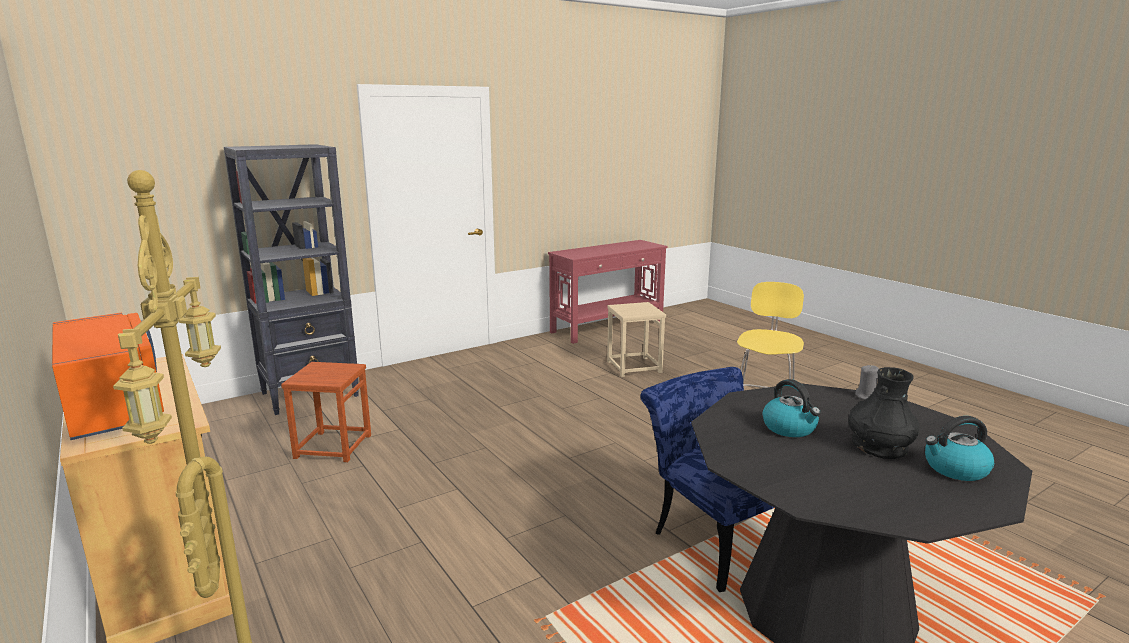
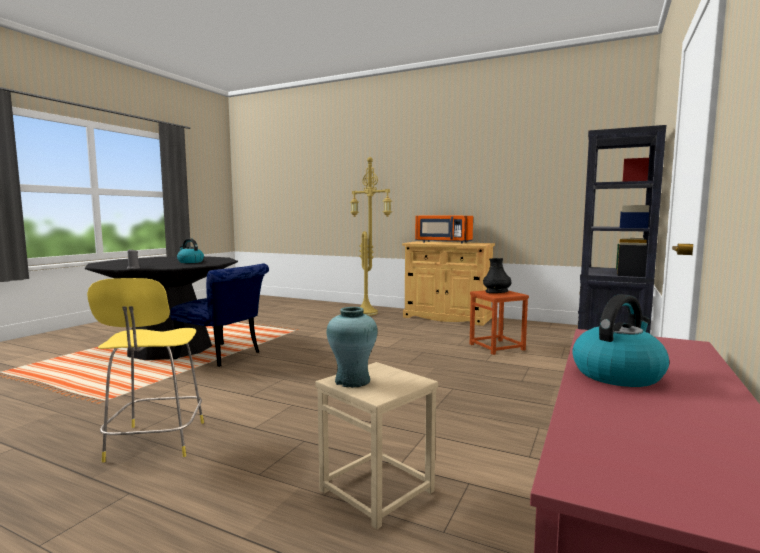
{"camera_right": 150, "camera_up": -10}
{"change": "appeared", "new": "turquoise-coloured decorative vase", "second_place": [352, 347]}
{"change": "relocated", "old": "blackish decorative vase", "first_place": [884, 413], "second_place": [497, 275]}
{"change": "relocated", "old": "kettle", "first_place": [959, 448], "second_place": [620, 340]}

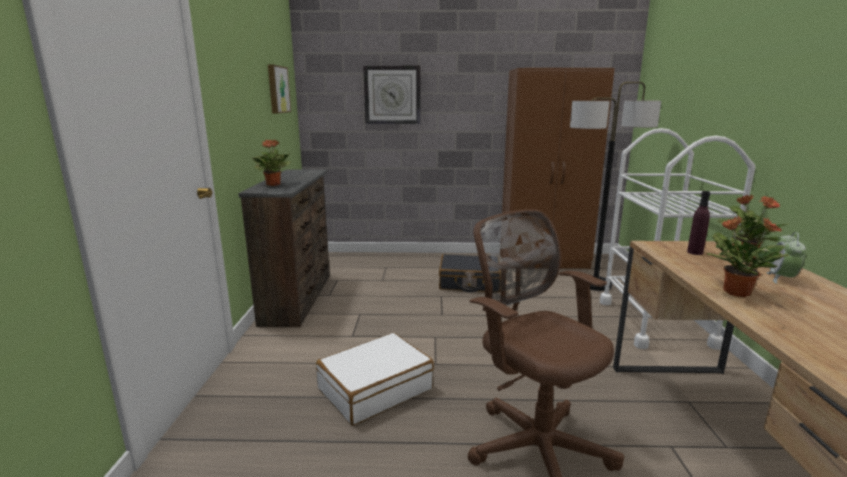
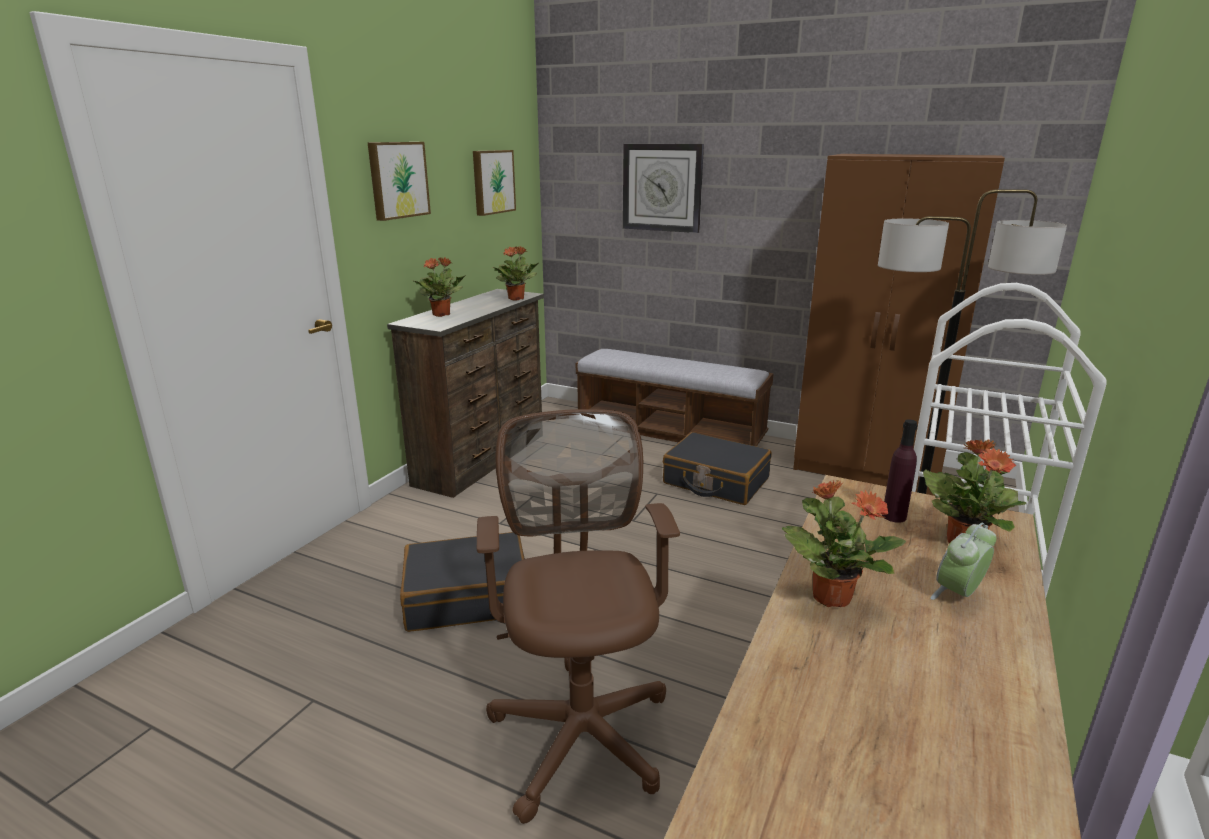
{"camera_right": 25, "camera_up": 5}
{"change": "appeared", "new": "wall picture", "second_place": [399, 181]}
{"change": "colour", "old": "whitish piece of luggage", "new": "blackish piece of luggage", "first_place": [375, 379], "second_place": [462, 582]}
{"change": "appeared", "new": "plant in a pot", "second_place": [516, 273]}
{"change": "appeared", "new": "long seat", "second_place": [675, 397]}

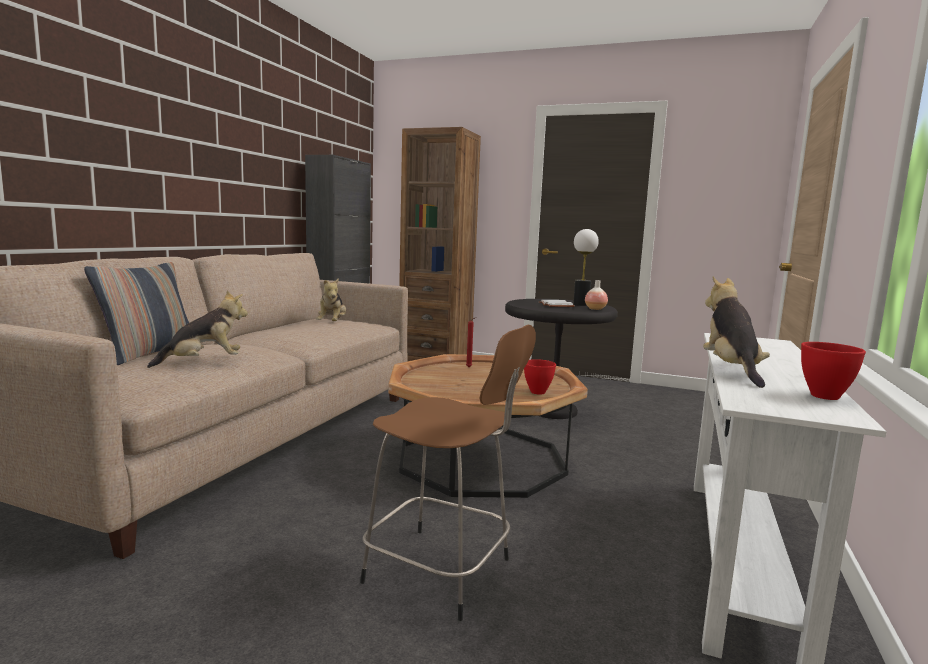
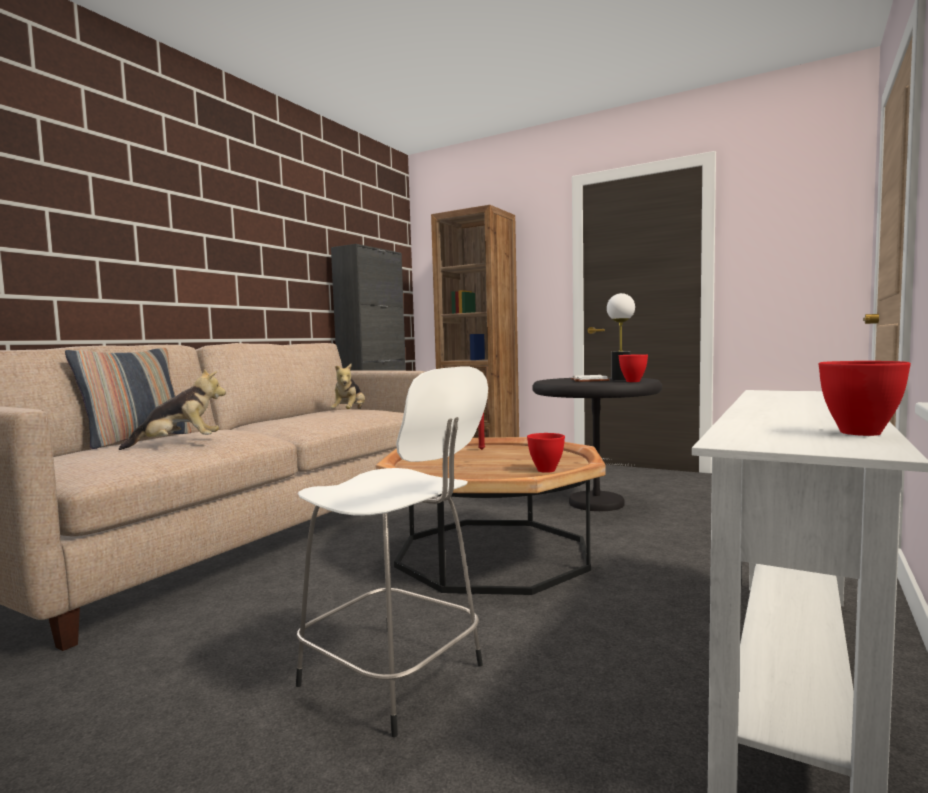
{"camera_right": 10, "camera_up": -5}
{"change": "colour", "old": "brown-coloured stool seat", "new": "whitish stool seat", "first_place": [448, 473], "second_place": [392, 551]}
{"change": "exchanged", "old": "decorative vase", "new": "reddish serving bowl", "first_place": [596, 295], "second_place": [633, 368]}
{"change": "missing", "old": "cuddly toy", "first_place": [736, 332]}

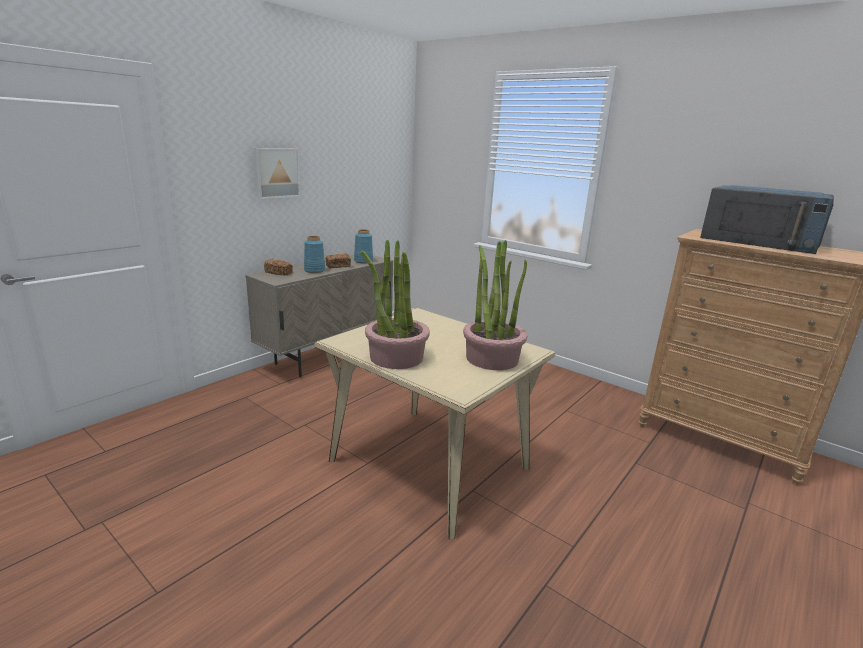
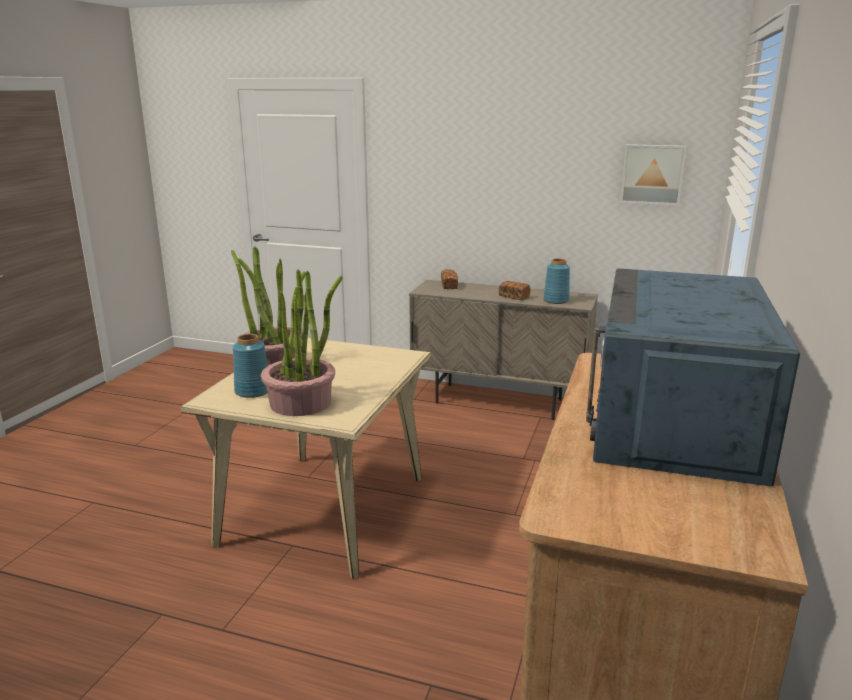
{"camera_right": 70, "camera_up": 0}
{"change": "relocated", "old": "blue-coloured decorative vase", "first_place": [314, 254], "second_place": [250, 366]}
{"change": "relocated", "old": "wall picture", "first_place": [277, 173], "second_place": [653, 175]}

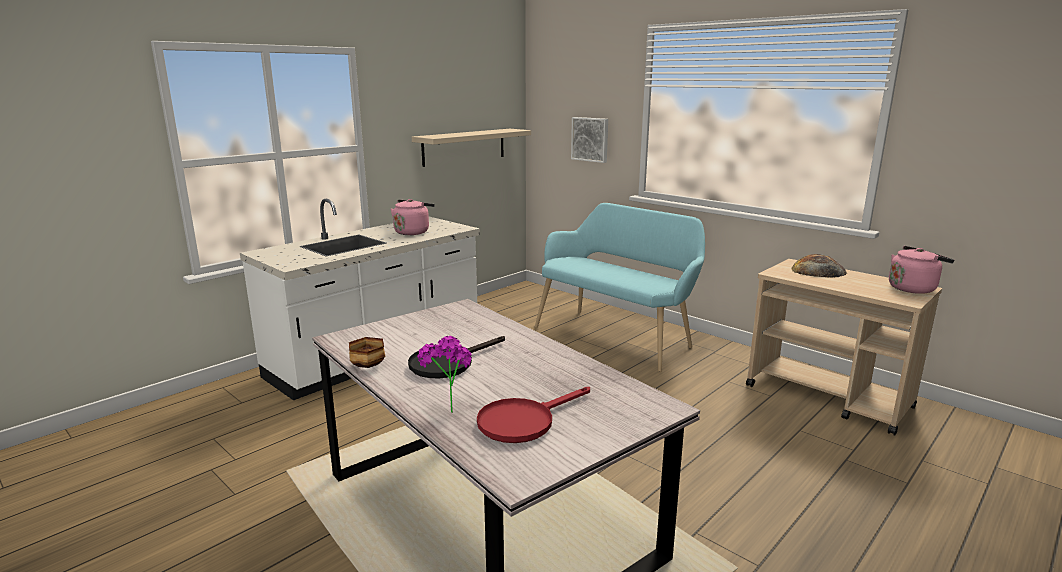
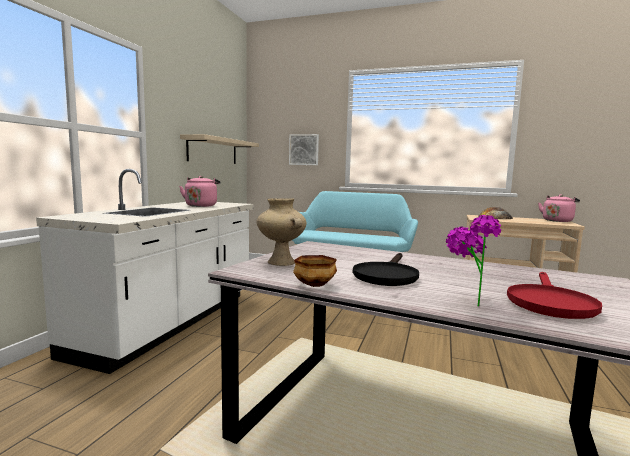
{"camera_right": -25, "camera_up": -10}
{"change": "appeared", "new": "sand-coloured decorative vase", "second_place": [282, 232]}

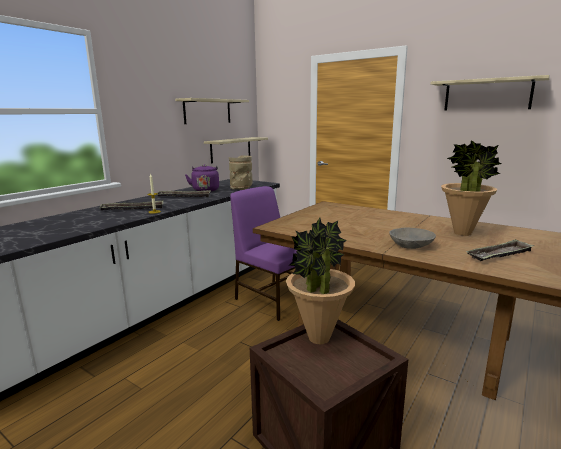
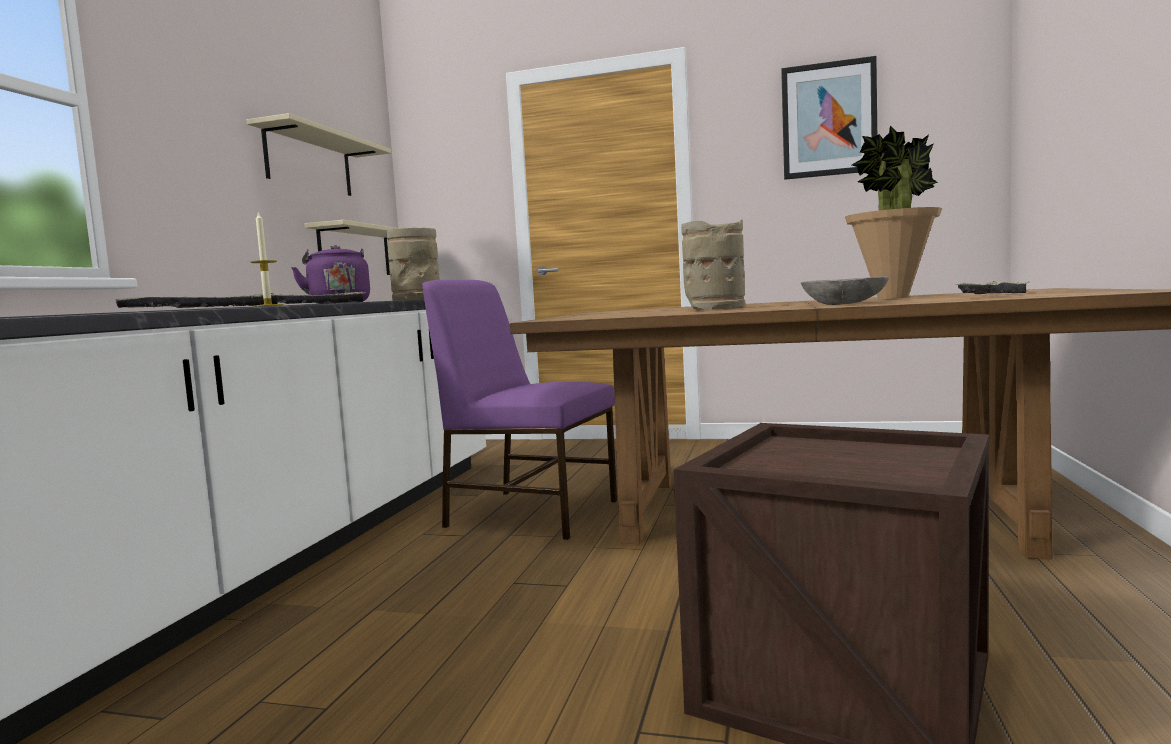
{"camera_right": -20, "camera_up": -10}
{"change": "appeared", "new": "sand-coloured decorative vase", "second_place": [713, 264]}
{"change": "exchanged", "old": "sand-coloured wall shelf", "new": "wall picture", "first_place": [490, 93], "second_place": [829, 118]}
{"change": "missing", "old": "plant in a pot", "first_place": [320, 281]}

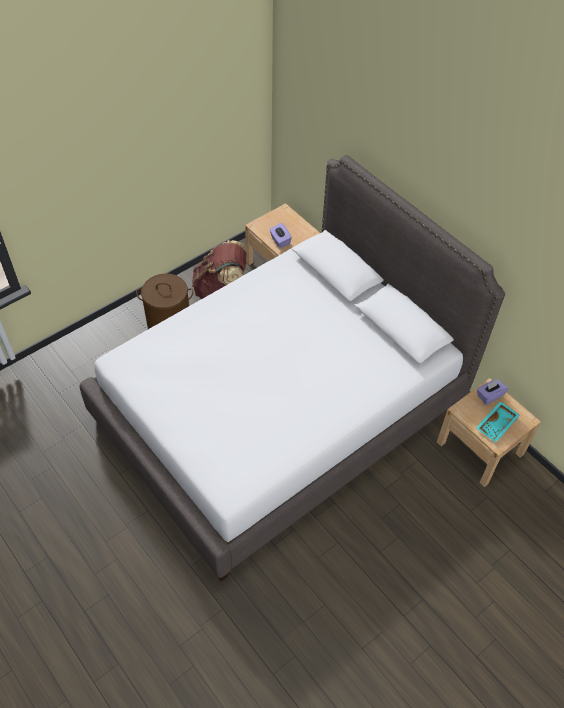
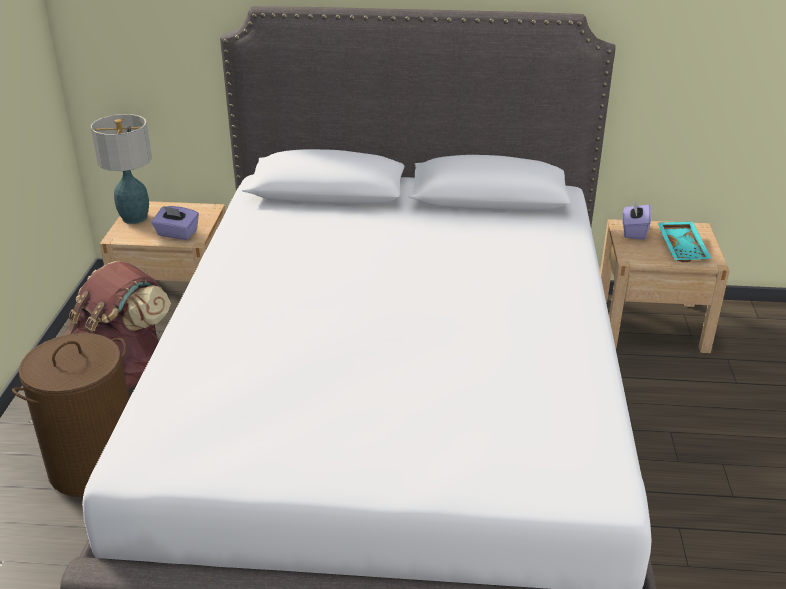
{"camera_right": -45, "camera_up": -20}
{"change": "appeared", "new": "lamp for a table", "second_place": [121, 169]}

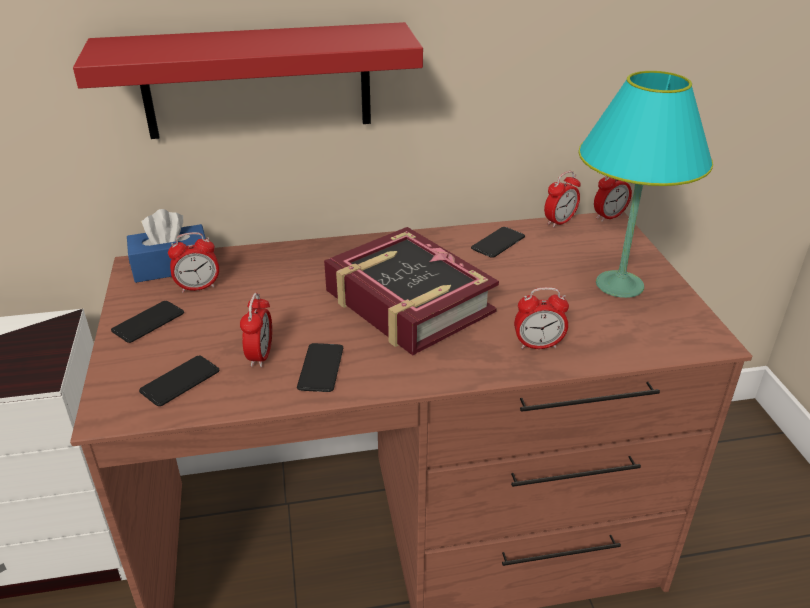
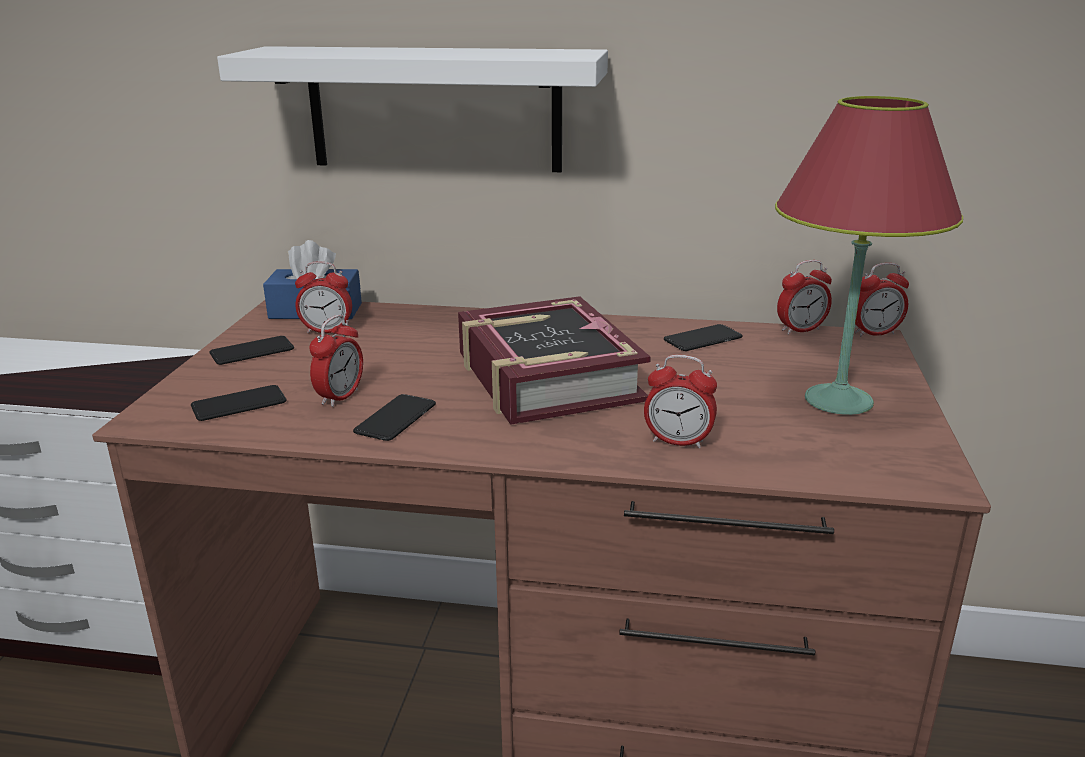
{"camera_right": 20, "camera_up": -10}
{"change": "colour", "old": "reddish wall shelf", "new": "whitish wall shelf", "first_place": [248, 80], "second_place": [412, 109]}
{"change": "colour", "old": "turquoise-coloured lamp for a table", "new": "reddish lamp for a table", "first_place": [645, 184], "second_place": [869, 255]}

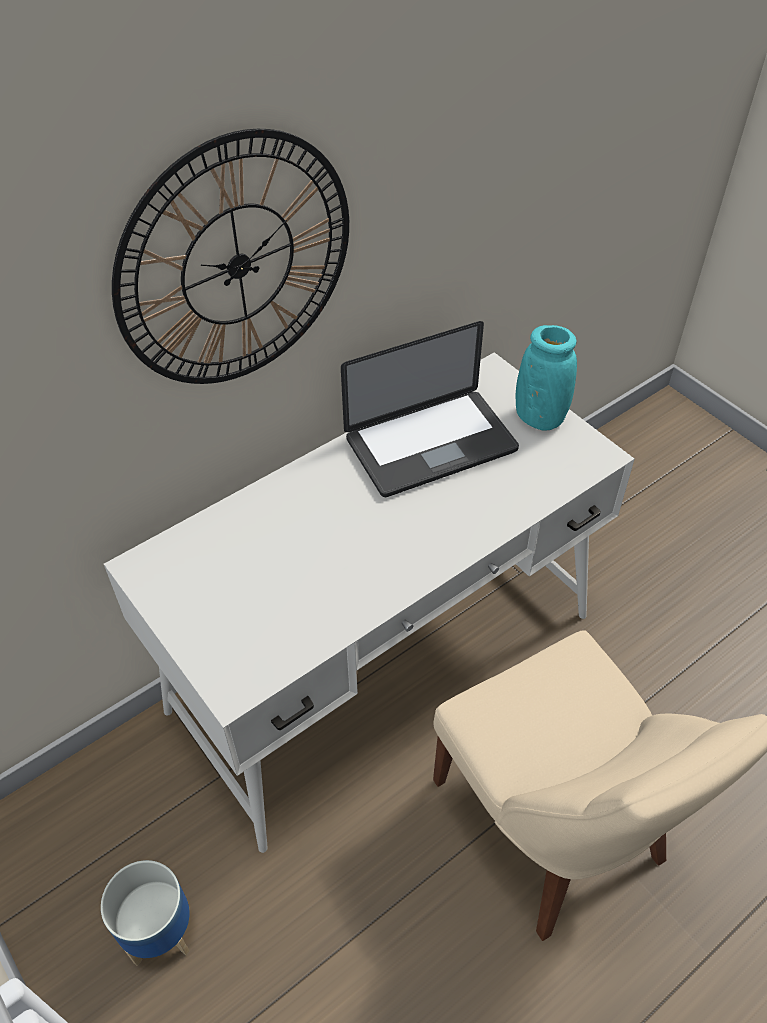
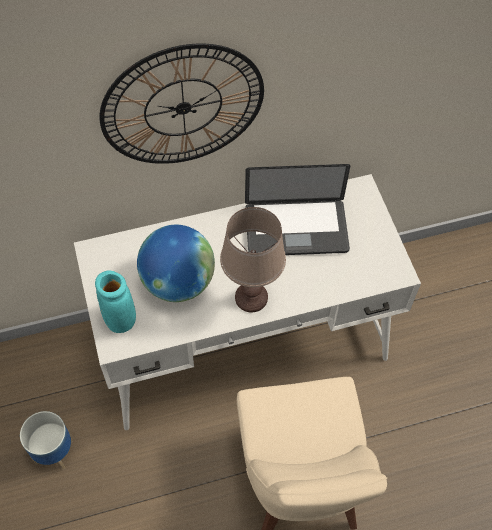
{"camera_right": 20, "camera_up": 10}
{"change": "relocated", "old": "turquoise-coloured decorative vase", "first_place": [546, 377], "second_place": [115, 301]}
{"change": "appeared", "new": "world globe", "second_place": [176, 263]}
{"change": "appeared", "new": "brown-coloured lamp for a table", "second_place": [253, 259]}

